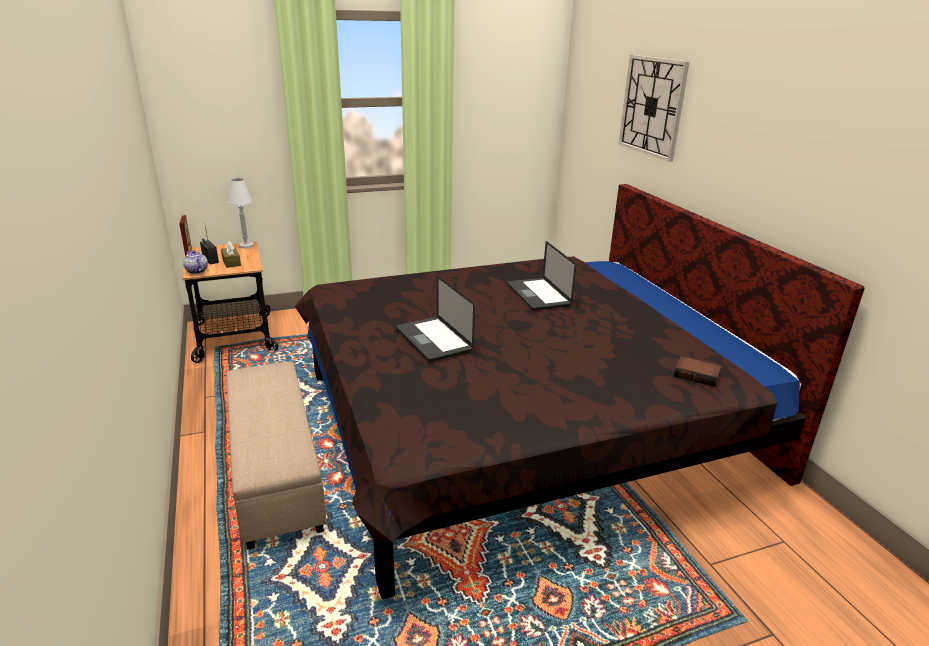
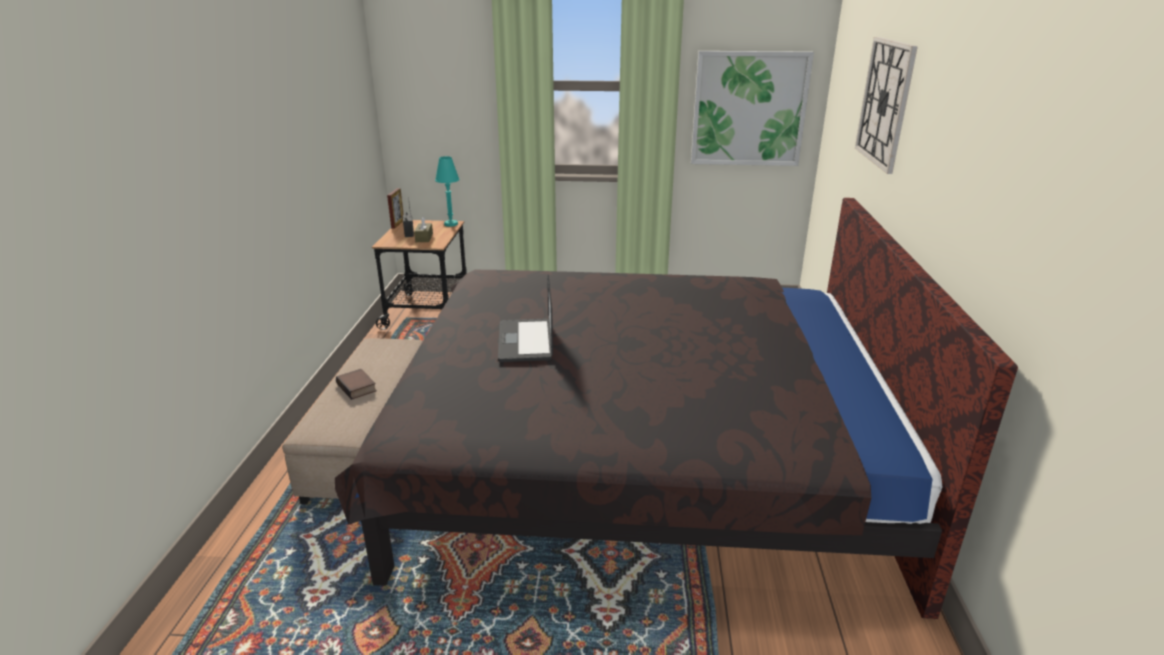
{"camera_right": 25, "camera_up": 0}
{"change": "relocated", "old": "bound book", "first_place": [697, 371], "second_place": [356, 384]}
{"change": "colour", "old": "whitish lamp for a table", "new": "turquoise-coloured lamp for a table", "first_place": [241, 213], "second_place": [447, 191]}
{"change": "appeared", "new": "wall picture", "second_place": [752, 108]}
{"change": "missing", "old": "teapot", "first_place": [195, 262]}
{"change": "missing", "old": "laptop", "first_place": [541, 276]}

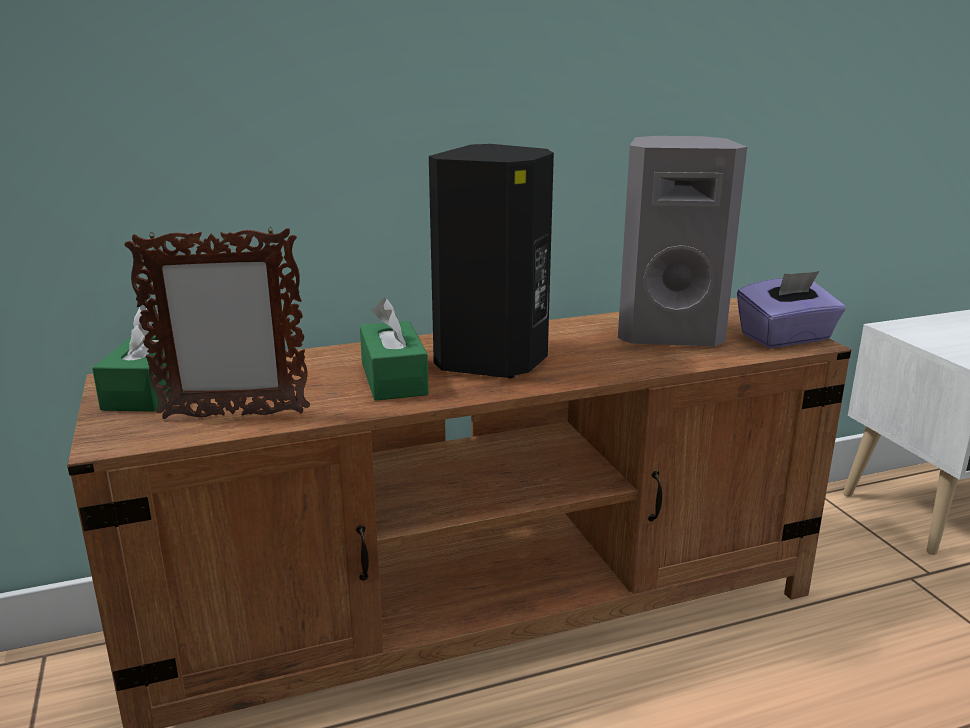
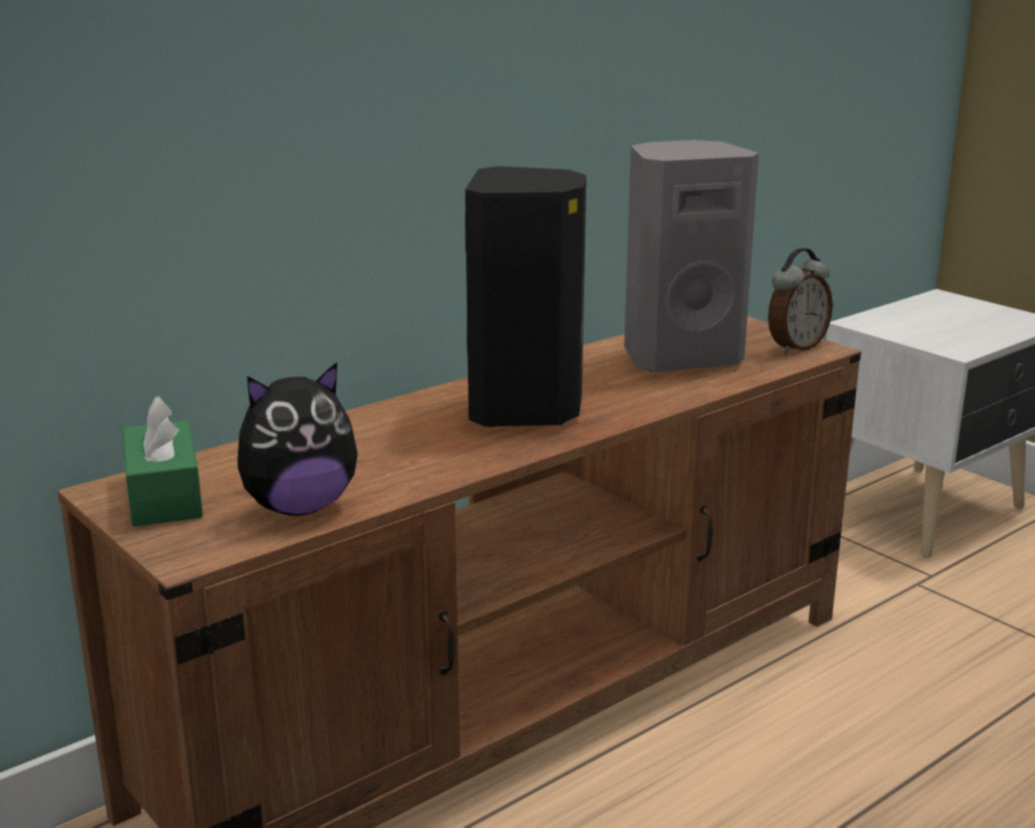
{"camera_right": -20, "camera_up": 0}
{"change": "exchanged", "old": "photo frame", "new": "cuddly toy", "first_place": [217, 323], "second_place": [297, 439]}
{"change": "exchanged", "old": "purple box of tissues", "new": "table clock", "first_place": [791, 309], "second_place": [800, 301]}
{"change": "missing", "old": "green box of tissues", "first_place": [394, 349]}

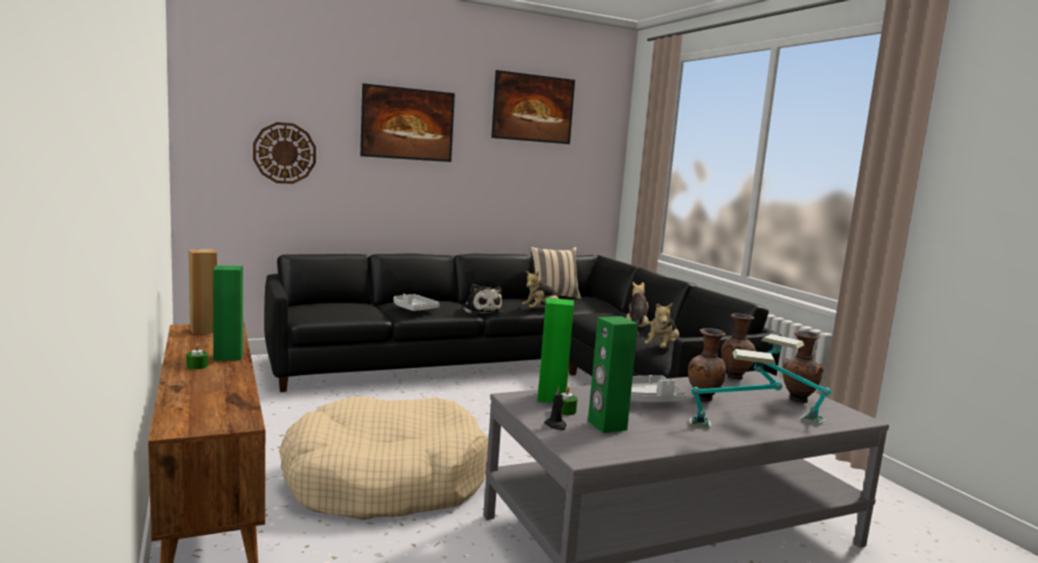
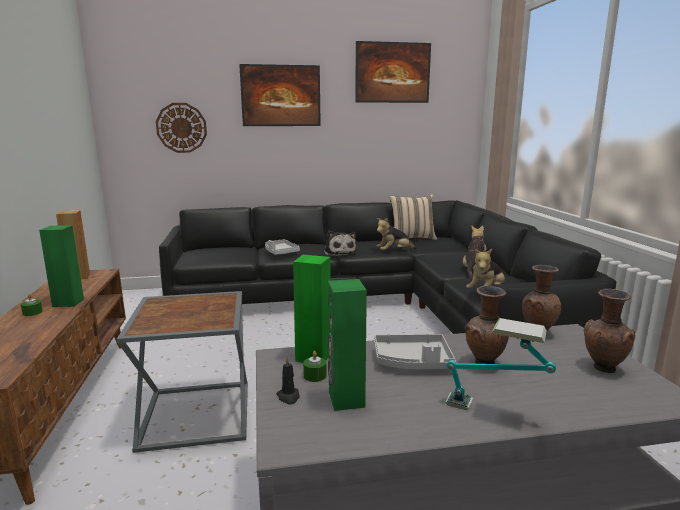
{"camera_right": 15, "camera_up": 5}
{"change": "exchanged", "old": "sand-coloured dog bed", "new": "grey accent table", "first_place": [383, 458], "second_place": [182, 372]}
{"change": "missing", "old": "lamp for a table", "first_place": [796, 380]}

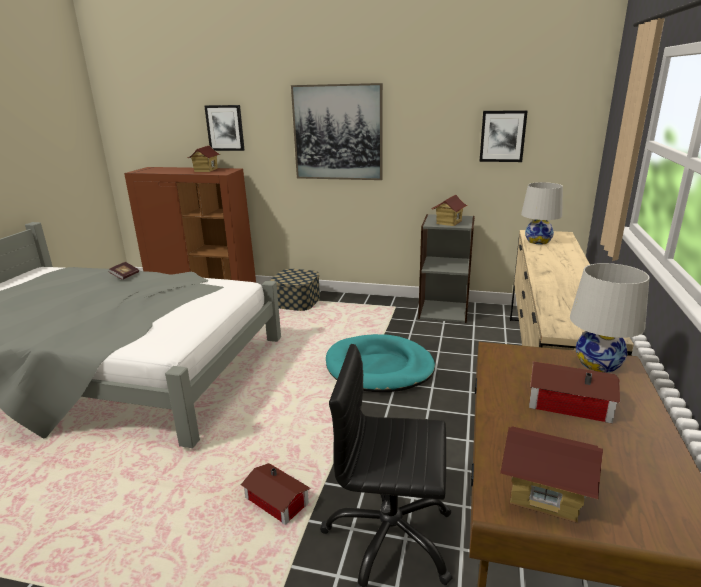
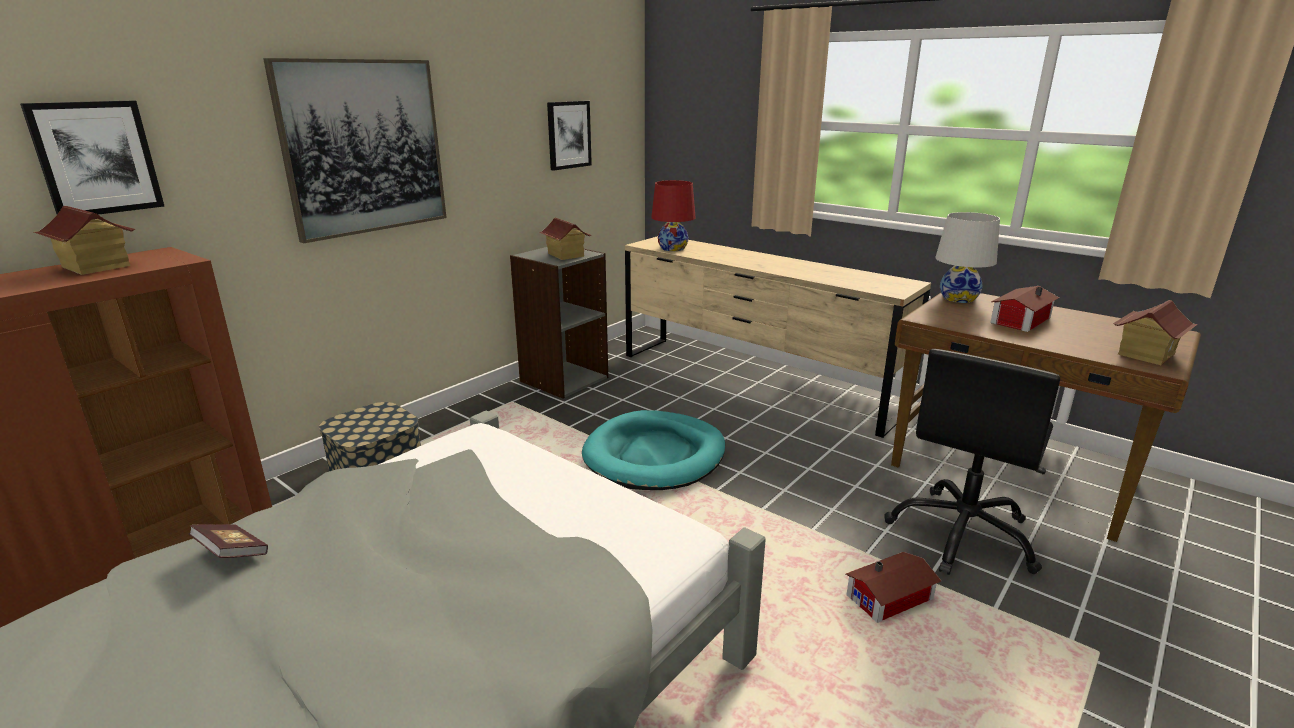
{"camera_right": -65, "camera_up": 0}
{"change": "colour", "old": "whitish lamp for a table", "new": "reddish lamp for a table", "first_place": [542, 213], "second_place": [673, 215]}

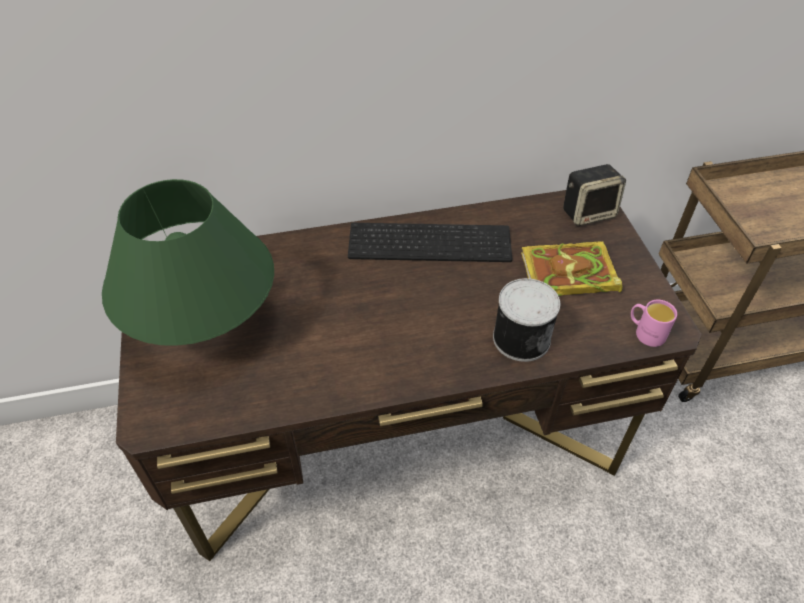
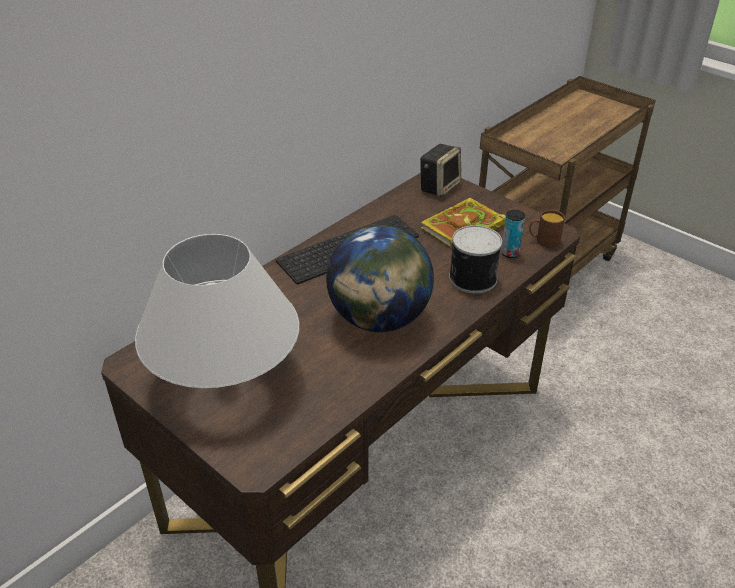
{"camera_right": -35, "camera_up": -10}
{"change": "colour", "old": "green lamp for a table", "new": "whitish lamp for a table", "first_place": [188, 262], "second_place": [217, 311]}
{"change": "appeared", "new": "world globe", "second_place": [380, 278]}
{"change": "appeared", "new": "can", "second_place": [513, 234]}
{"change": "colour", "old": "pink mug", "new": "brown-coloured mug", "first_place": [654, 323], "second_place": [547, 229]}

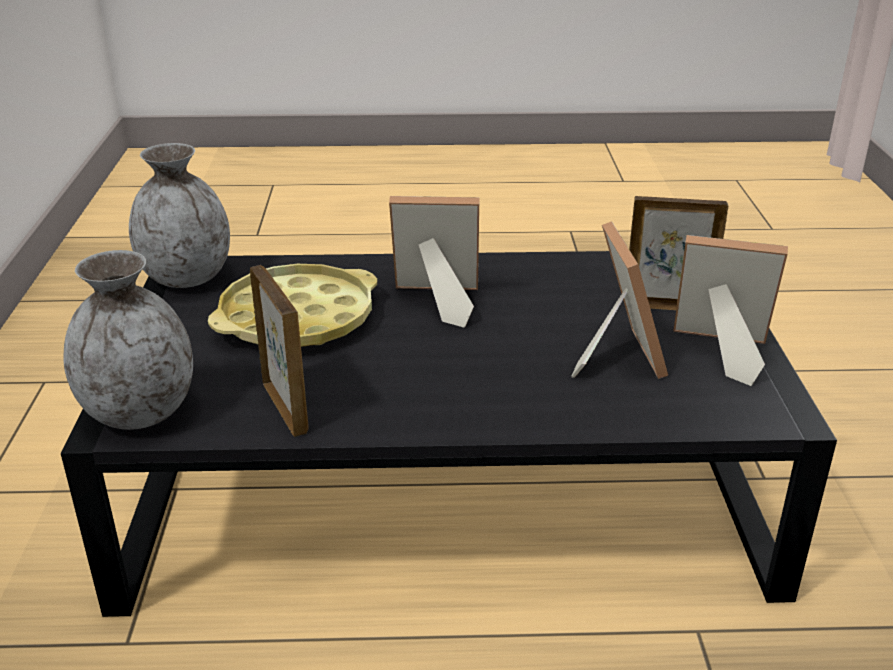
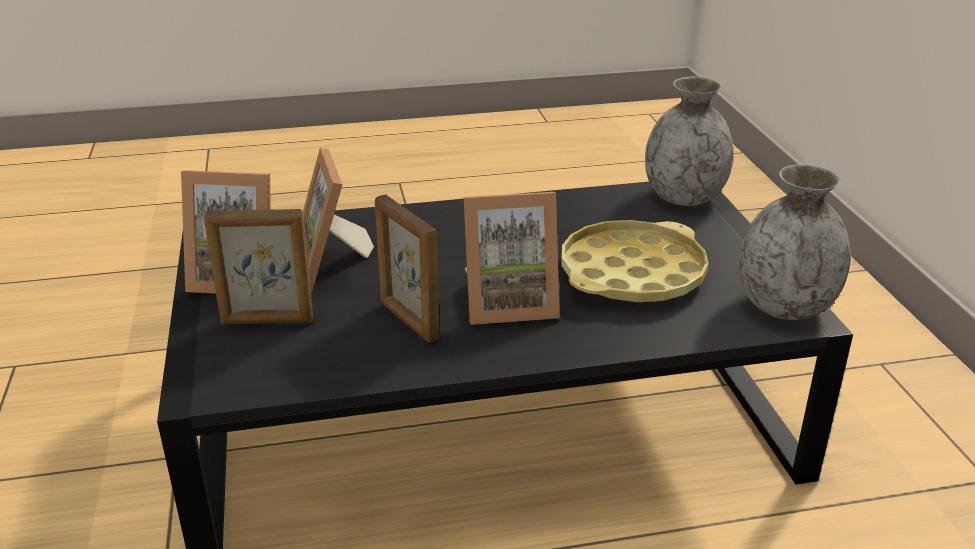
{"camera_right": 170, "camera_up": 0}
{"change": "relocated", "old": "photo frame", "first_place": [279, 351], "second_place": [407, 268]}

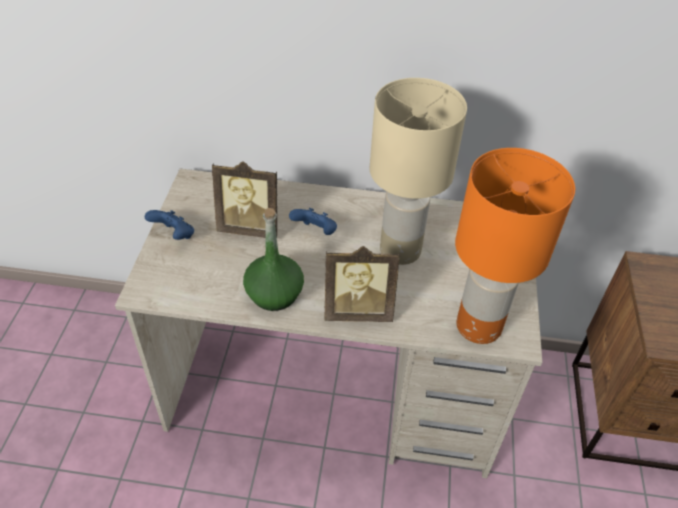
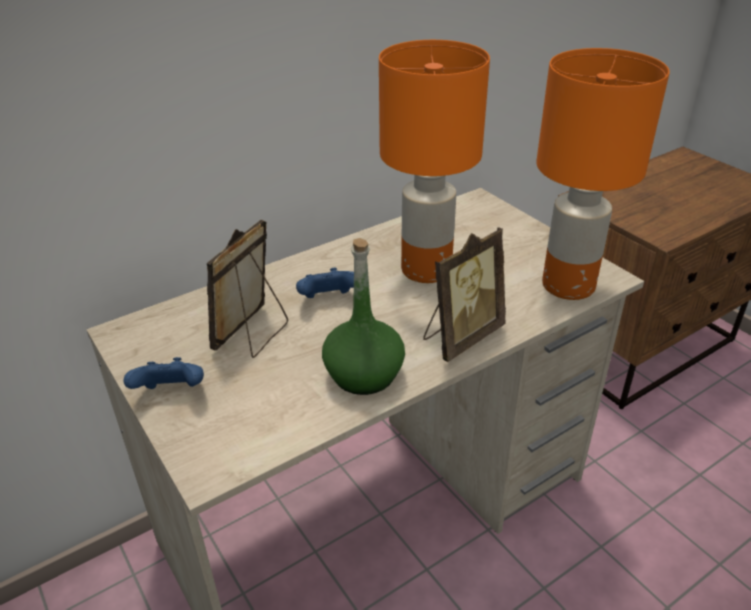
{"camera_right": -40, "camera_up": -10}
{"change": "spun", "old": "photo frame", "first_place": [244, 199], "second_place": [247, 289], "degrees": 150}
{"change": "colour", "old": "sand-coloured lamp for a table", "new": "orange lamp for a table", "first_place": [418, 171], "second_place": [434, 161]}

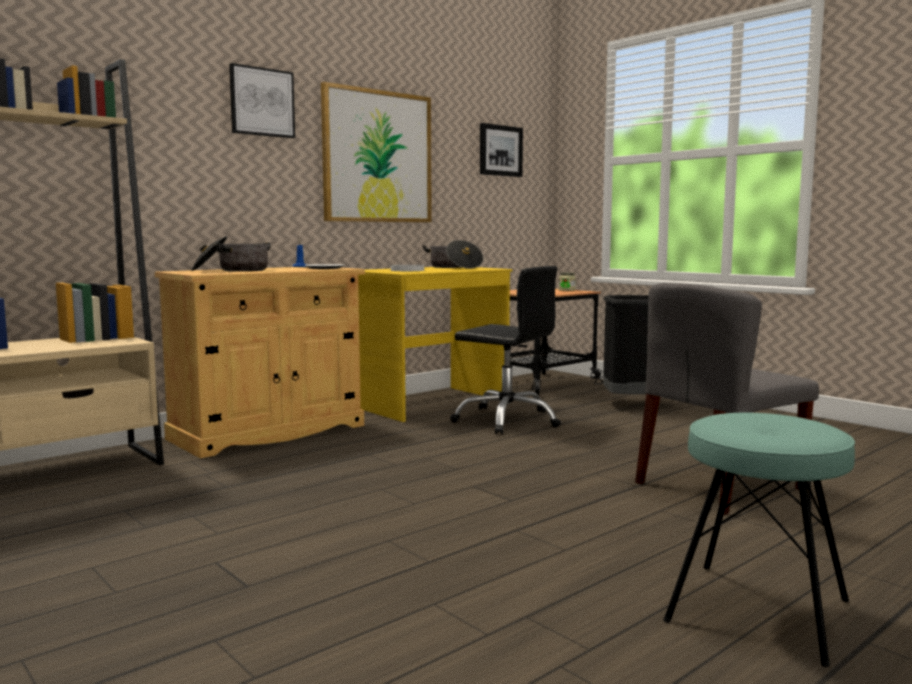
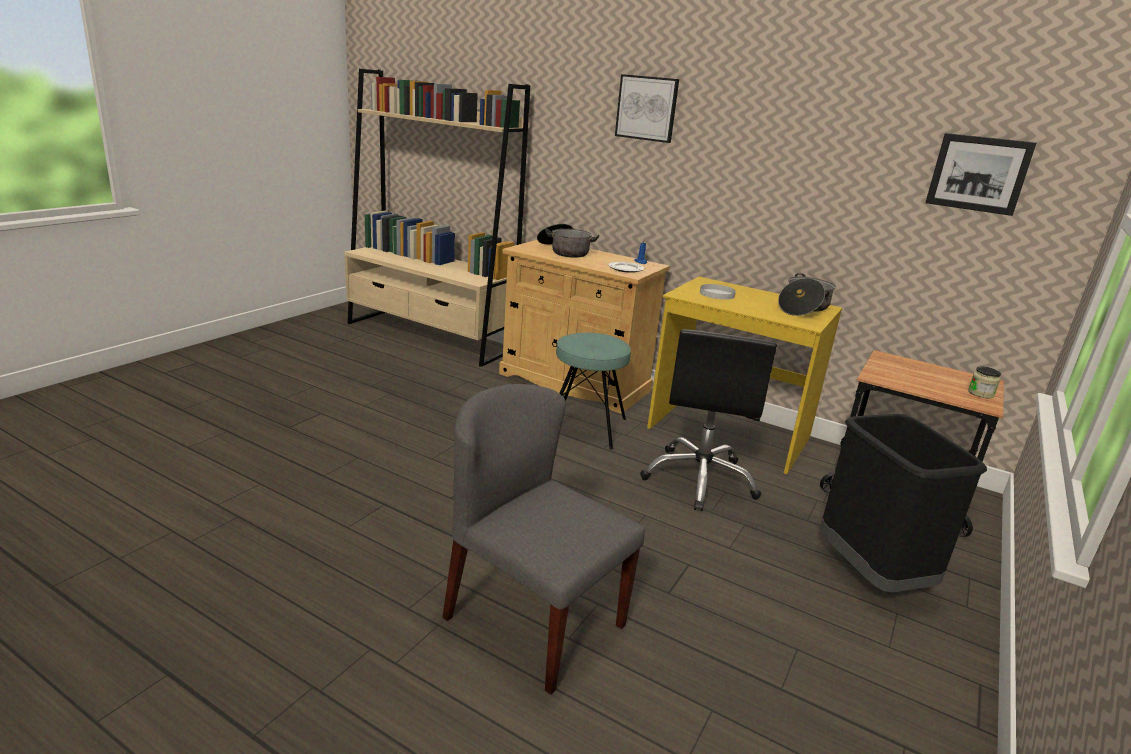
{"camera_right": 70, "camera_up": 15}
{"change": "relocated", "old": "turquoise-coloured stool seat", "first_place": [759, 540], "second_place": [593, 391]}
{"change": "missing", "old": "wall picture", "first_place": [376, 152]}

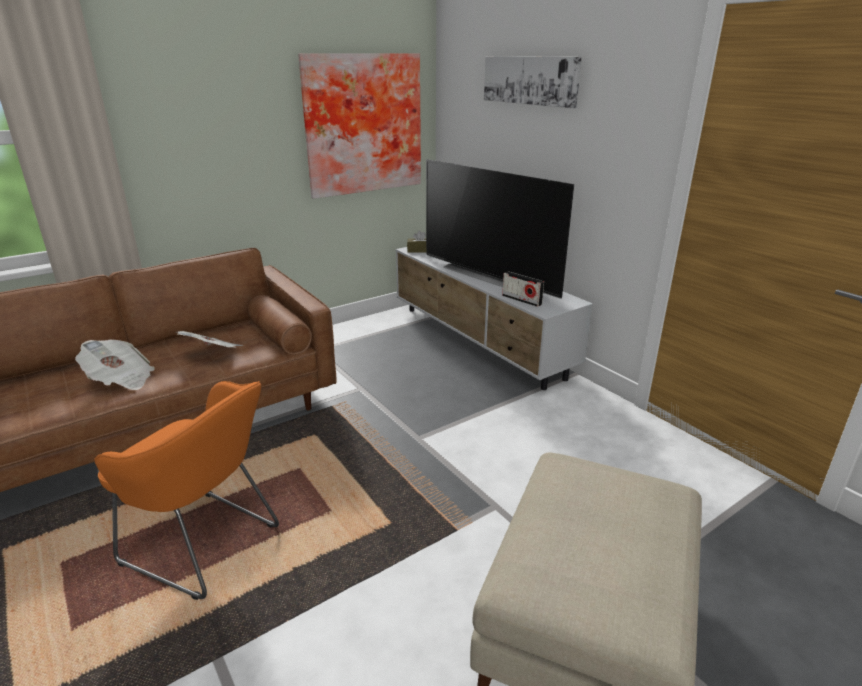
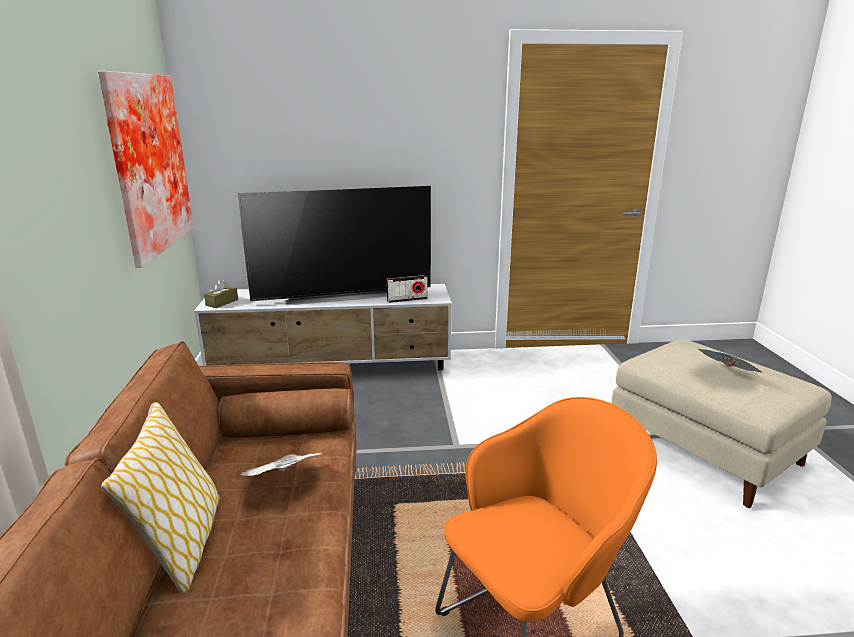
{"camera_right": -60, "camera_up": -5}
{"change": "appeared", "new": "pillow", "second_place": [160, 498]}
{"change": "relocated", "old": "printed paper", "first_place": [115, 365], "second_place": [729, 360]}
{"change": "missing", "old": "wall picture", "first_place": [533, 82]}

